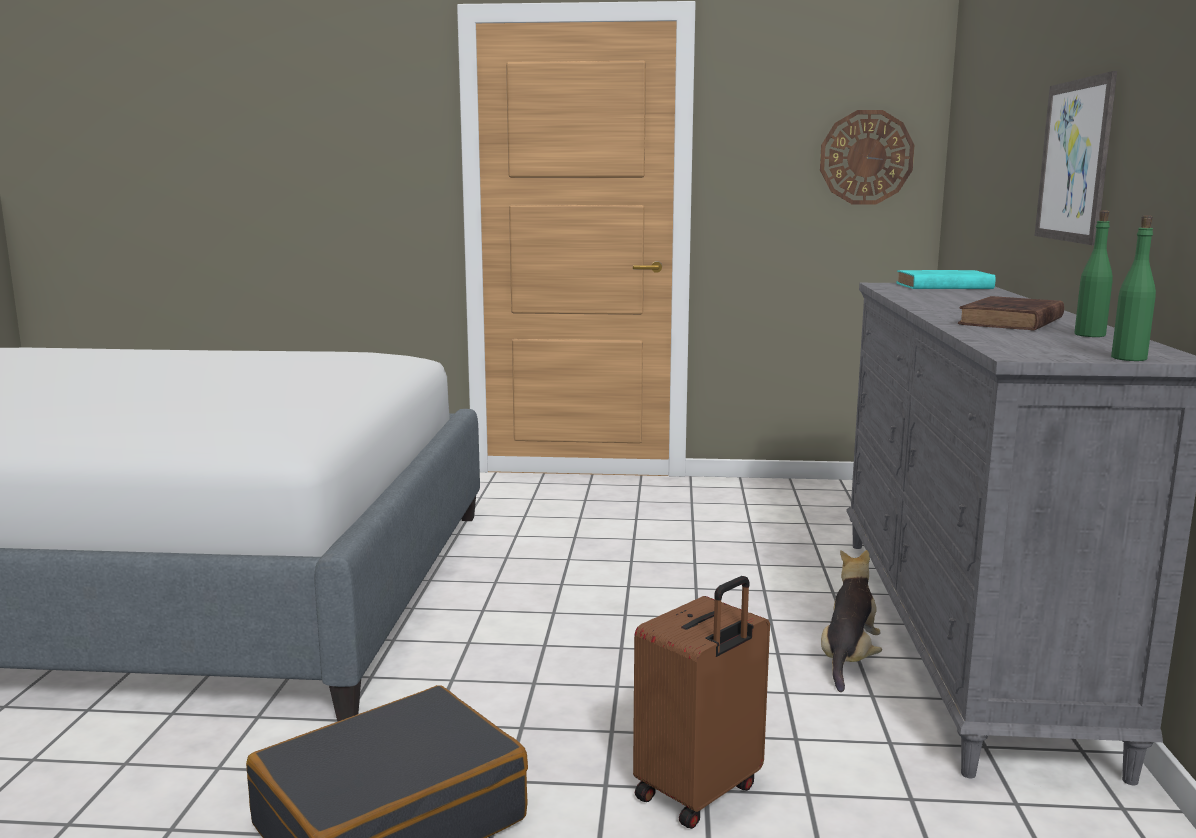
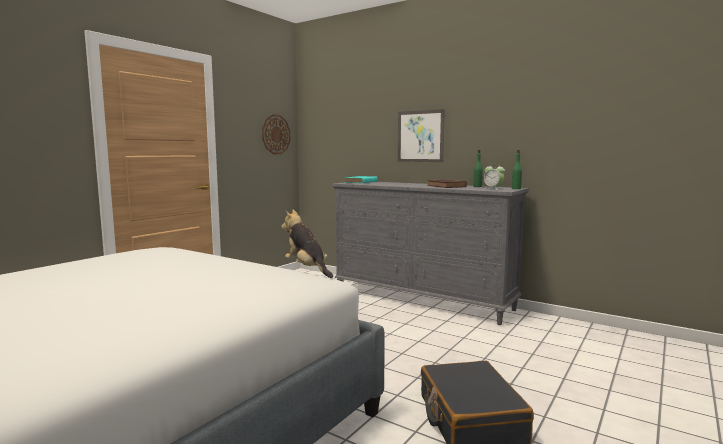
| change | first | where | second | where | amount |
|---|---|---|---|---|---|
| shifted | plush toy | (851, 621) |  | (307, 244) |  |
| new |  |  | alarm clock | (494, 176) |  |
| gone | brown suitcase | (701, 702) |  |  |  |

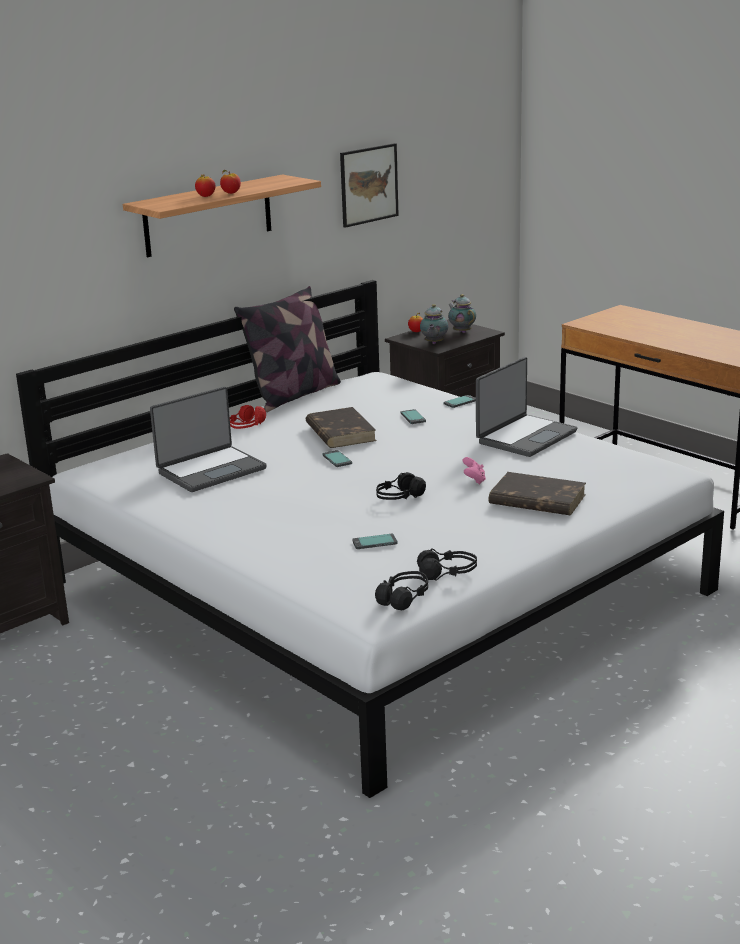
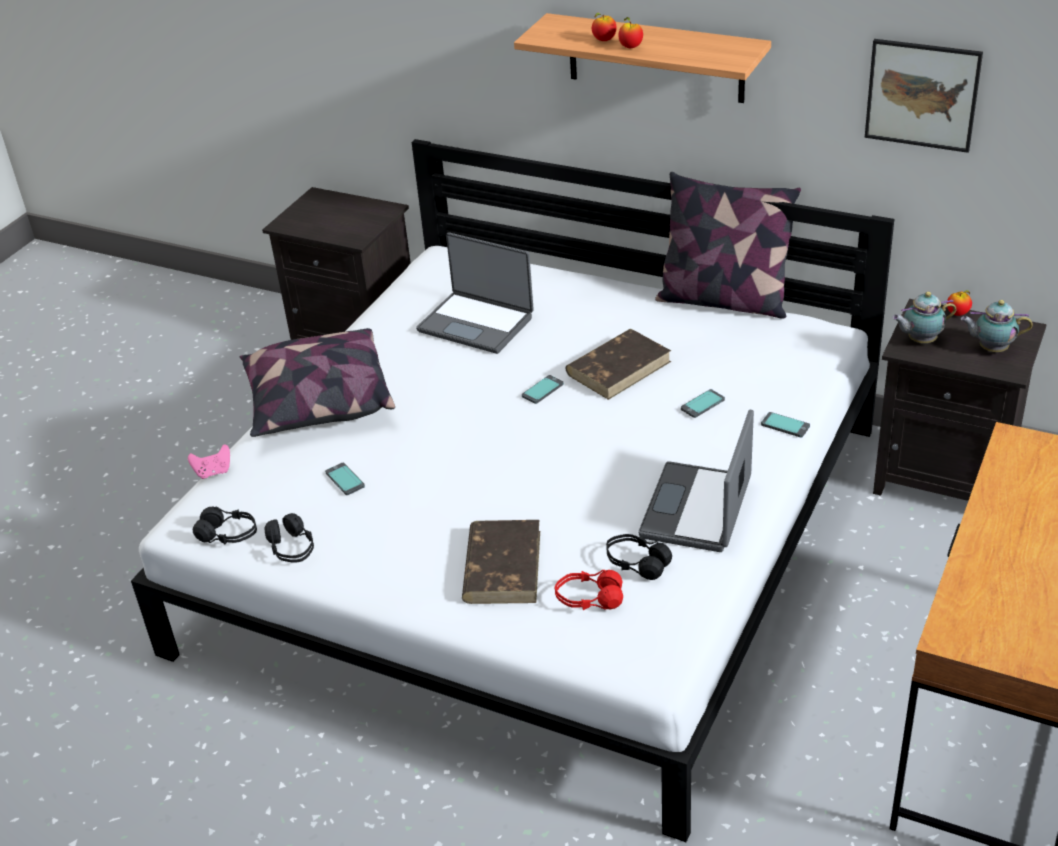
| change | first | where | second | where | amount |
|---|---|---|---|---|---|
| shifted | pink game controller | (474, 470) |  | (209, 461) |  |
| new |  |  | pillow | (317, 382) |  |
| shifted | red headphones | (248, 417) |  | (589, 590) |  |
| shifted | black headphones | (401, 486) |  | (639, 557) |  |
| rotated | laptop | (526, 407) |  | (696, 481) | 90 degrees clockwise |
| rotated | teapot | (462, 313) |  | (997, 326) | 120 degrees counterclockwise |

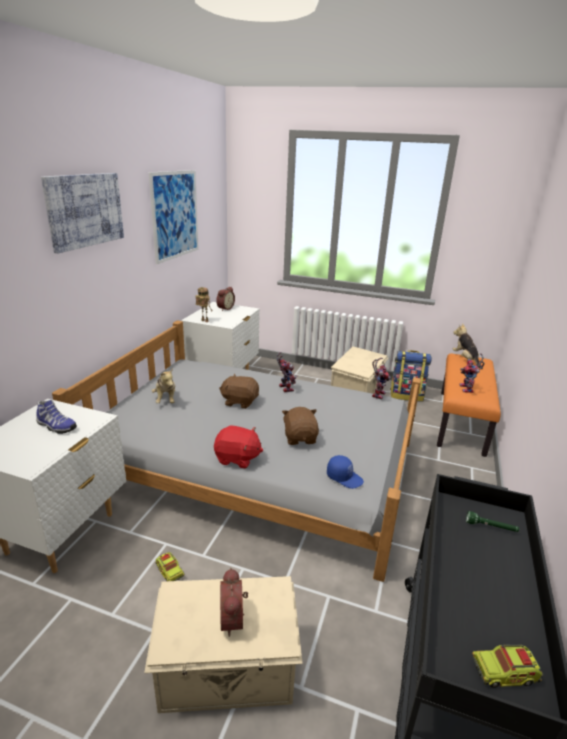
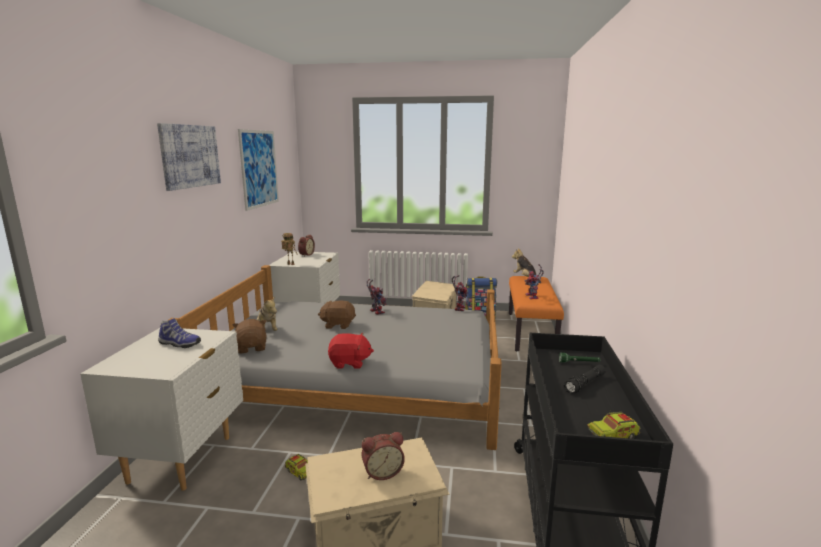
| change | first | where | second | where | amount |
|---|---|---|---|---|---|
| shifted | brown plush toy | (300, 426) |  | (249, 336) |  |
| rotated | alarm clock | (234, 602) |  | (383, 456) | 90 degrees counterclockwise |
| new |  |  | black flashlight | (585, 379) |  |
| gone | blue cap | (345, 472) |  |  |  |

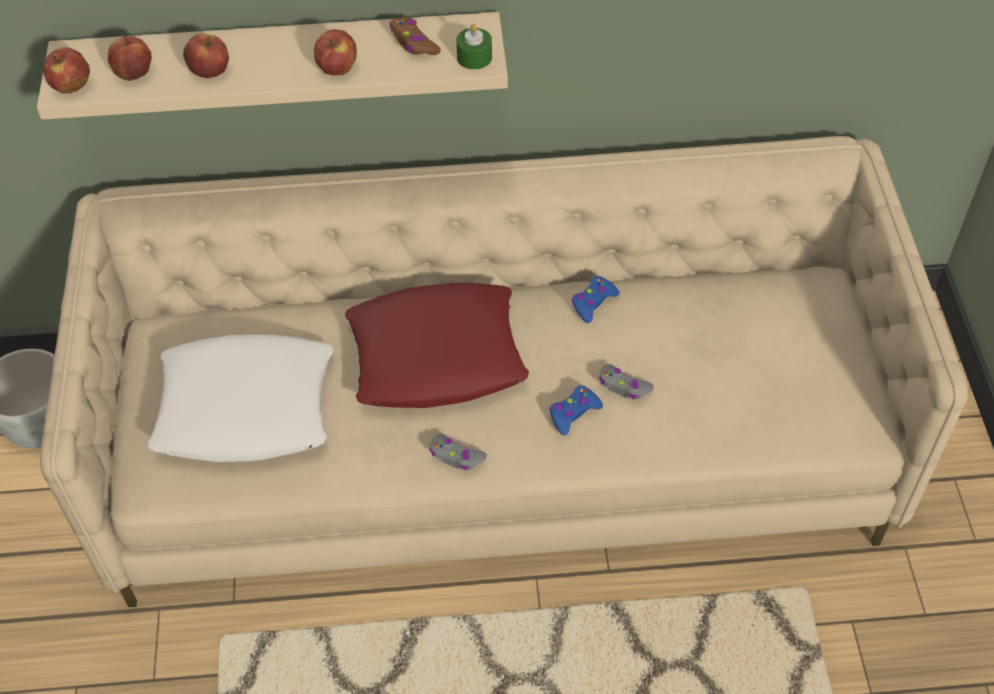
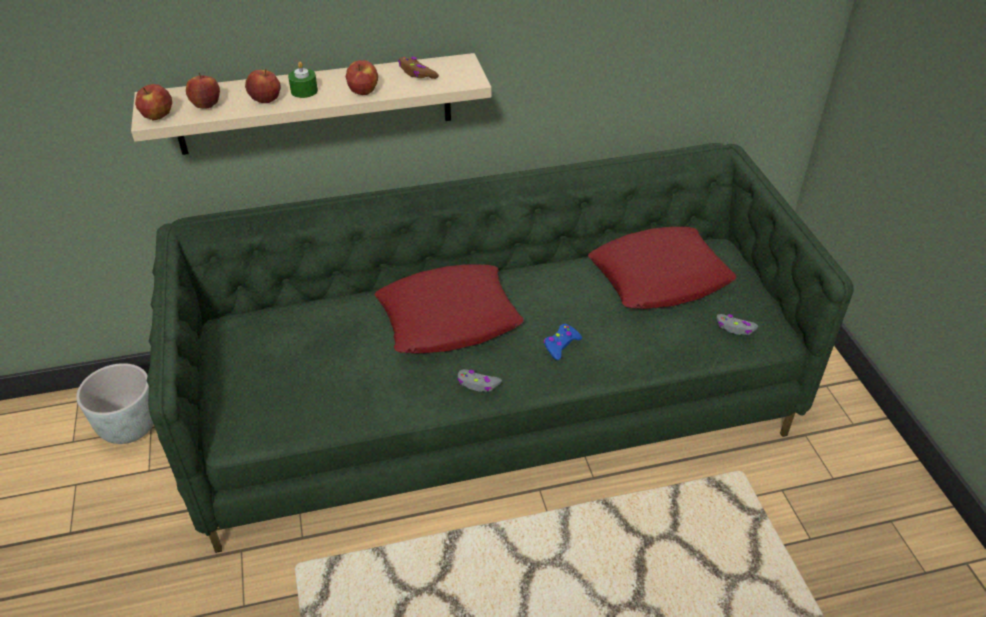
| change | first | where | second | where | amount |
|---|---|---|---|---|---|
| repainted | beige sofa | (504, 371) | green sofa | (500, 348) |  |
| shifted | green candle | (474, 47) |  | (303, 80) |  |
| new |  |  | red pillow | (662, 268) |  |
| shifted | grey game controller | (626, 382) |  | (737, 324) |  |
| gone | white pillow | (240, 398) |  |  |  |
| gone | blue game controller | (595, 299) |  |  |  |

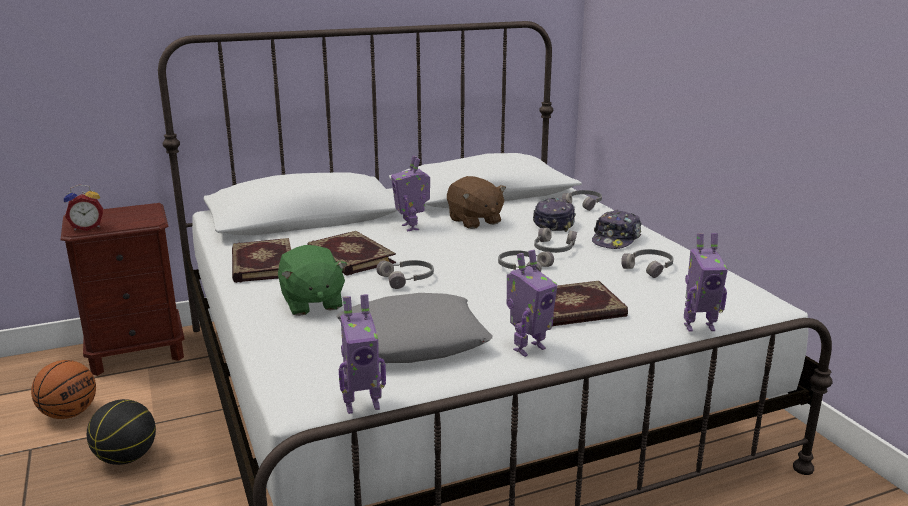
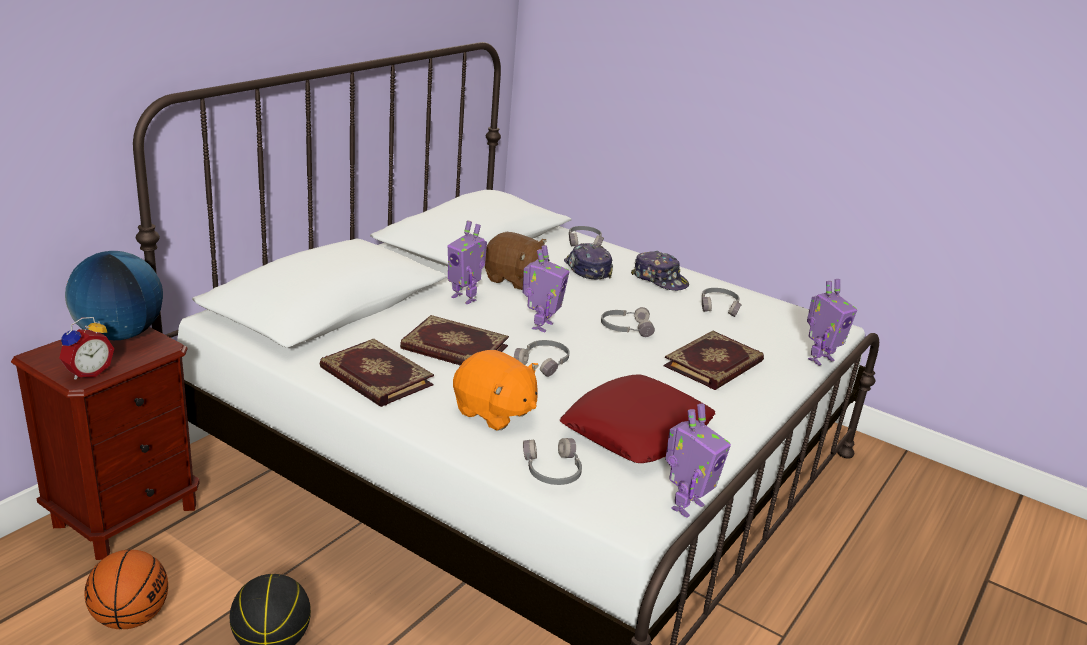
| change | first | where | second | where | amount |
|---|---|---|---|---|---|
| new |  |  | globe | (114, 295) |  |
| repainted | green plush toy | (312, 280) | orange plush toy | (496, 390) |  |
| shifted | toy robot | (532, 303) |  | (546, 288) |  |
| shifted | grey headphones | (555, 240) |  | (552, 461) |  |
| repainted | grey pillow | (414, 328) | red pillow | (637, 418) |  |
| rotated | cap | (617, 229) |  | (660, 271) | 45 degrees counterclockwise |

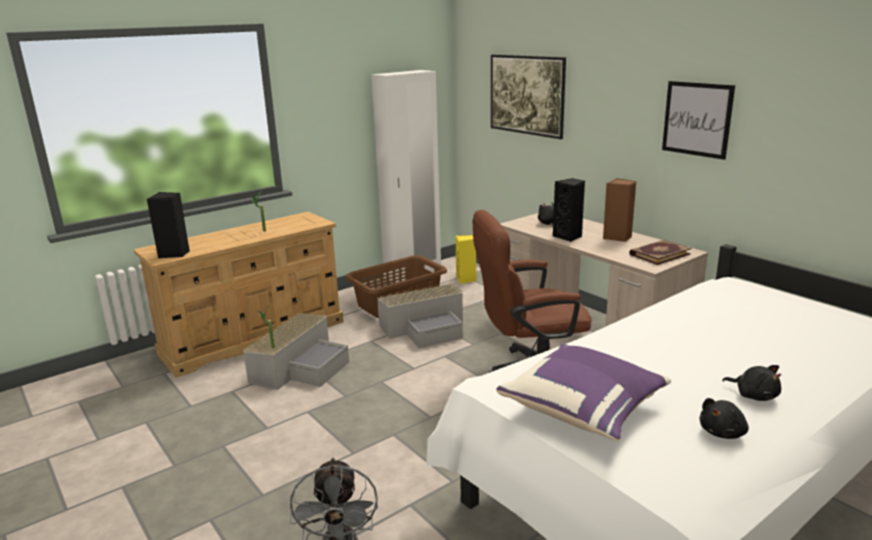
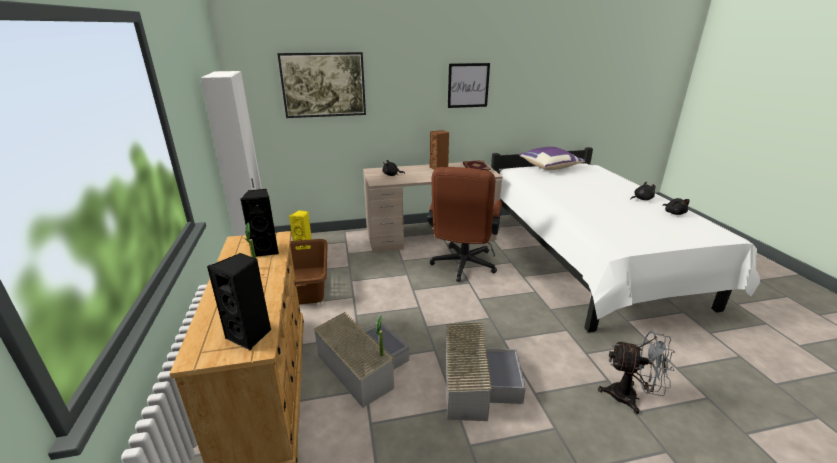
| change | first | where | second | where | amount |
|---|---|---|---|---|---|
| shifted | black speaker | (569, 210) |  | (259, 223) |  |
| shifted | grey storage box | (420, 315) |  | (486, 371) |  |
| shifted | purple pillow | (583, 392) |  | (552, 158) |  |

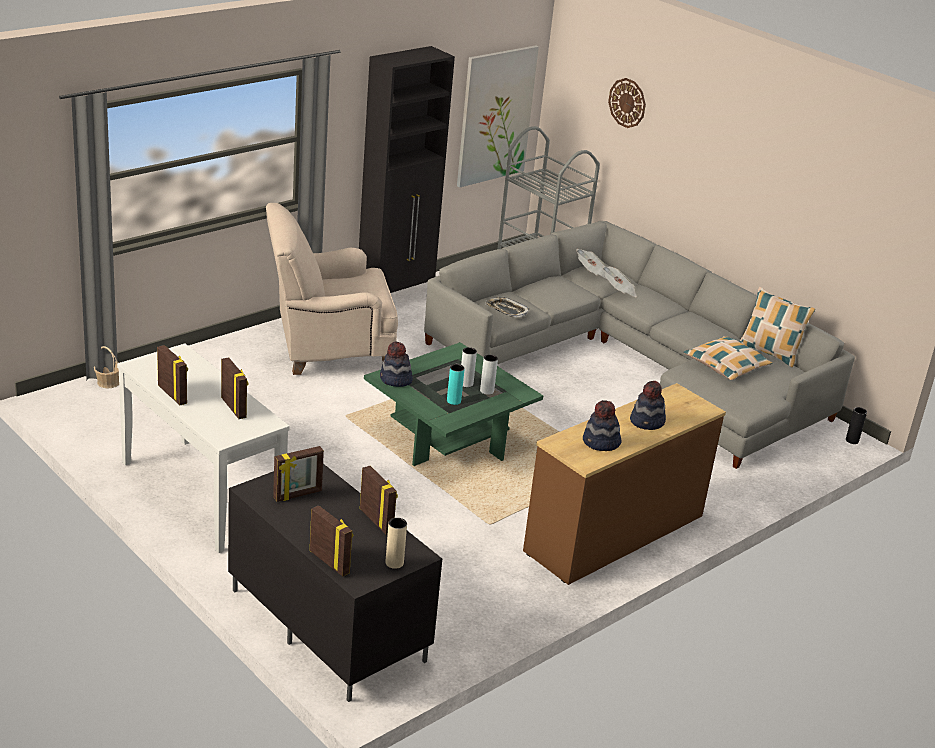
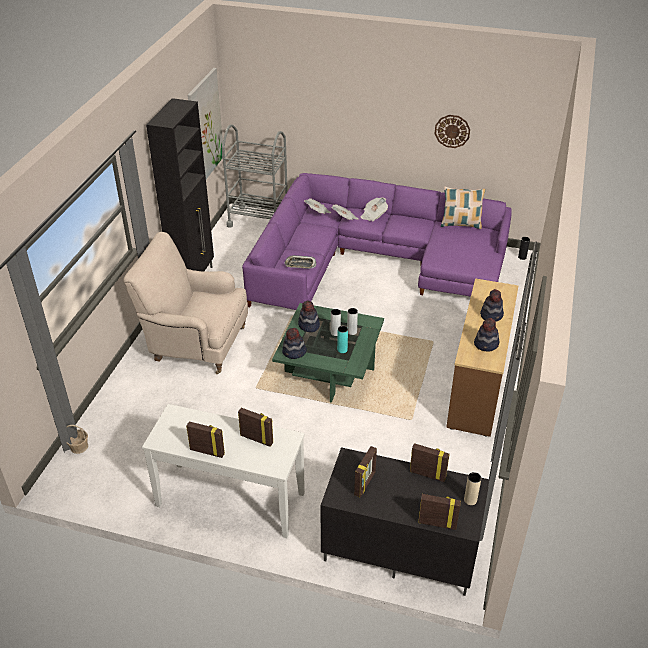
| change | first | where | second | where | amount |
|---|---|---|---|---|---|
| rotated | beige armchair | (332, 289) |  | (185, 303) | 60 degrees clockwise |
| repainted | grey sofa | (639, 345) | purple sofa | (377, 241) |  |
| new |  |  | hat | (309, 316) |  |
| new |  |  | newspaper | (374, 209) |  |
| shifted | wall clock | (627, 103) |  | (452, 131) |  |
| gone | pillow | (728, 358) |  |  |  |

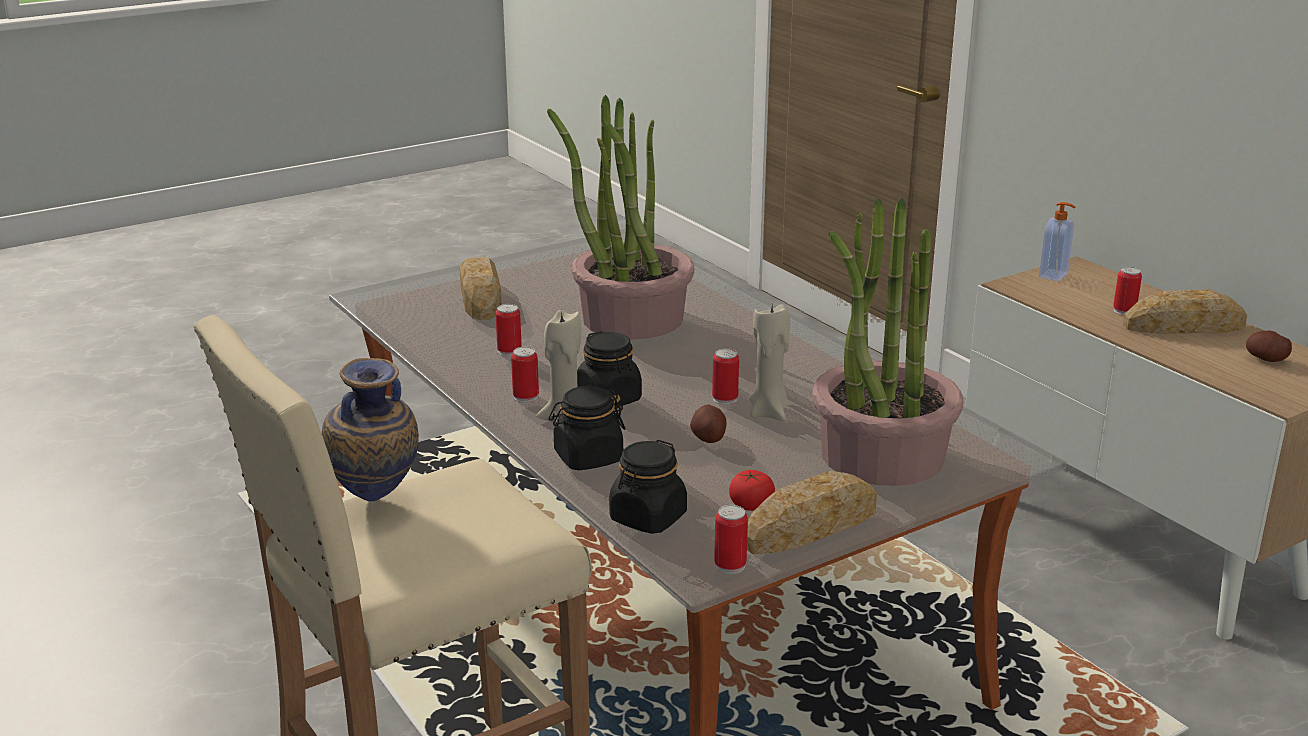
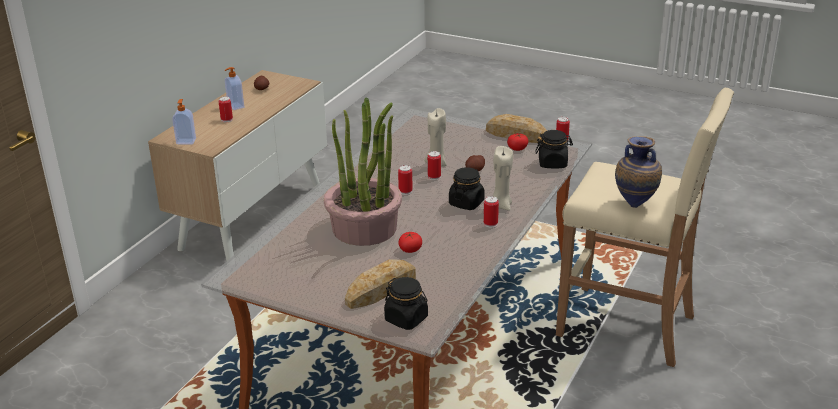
| change | first | where | second | where | amount |
|---|---|---|---|---|---|
| swapped | bread | (1185, 311) | soap dispenser | (234, 88) |  |
| shifted | black jar | (587, 428) |  | (406, 303) |  |
| shifted | can | (508, 330) |  | (405, 180) |  |
| new |  |  | tomato | (410, 242) |  |
| gone | potted plant | (888, 342) |  |  |  |

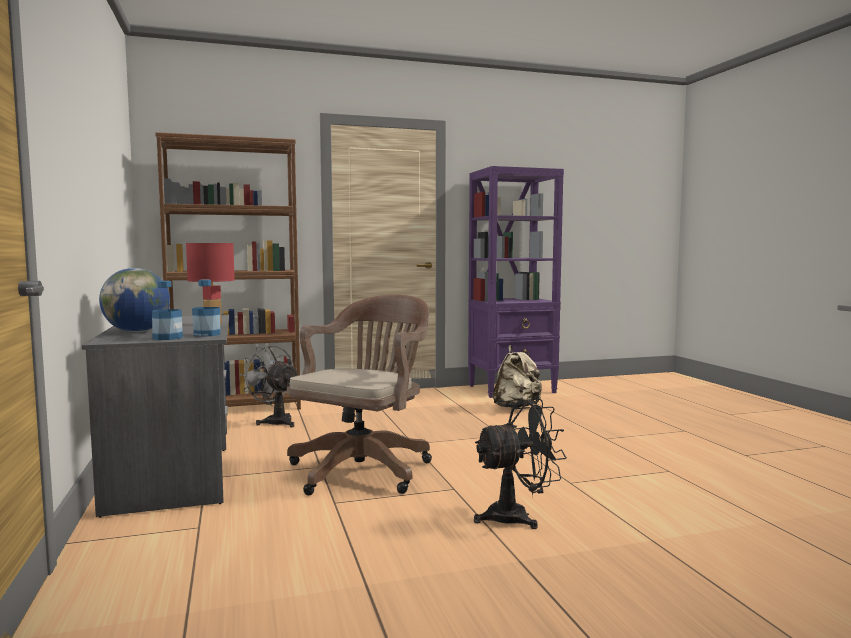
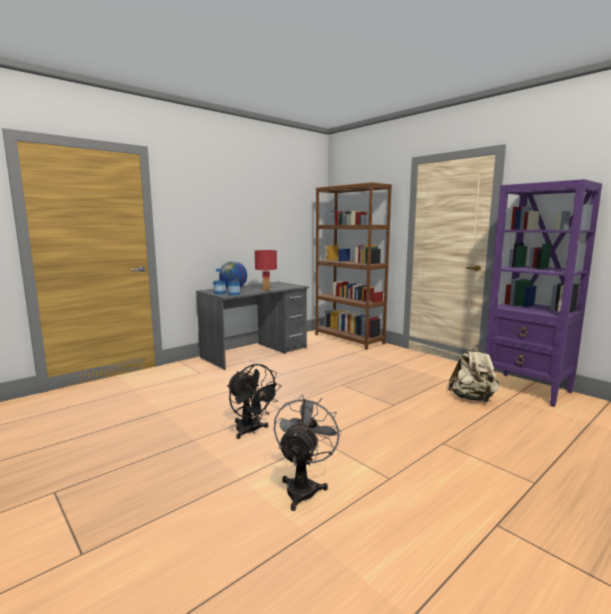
| change | first | where | second | where | amount |
|---|---|---|---|---|---|
| shifted | grey fan | (269, 386) |  | (308, 453) |  |
| gone | brown office chair | (359, 395) |  |  |  |

